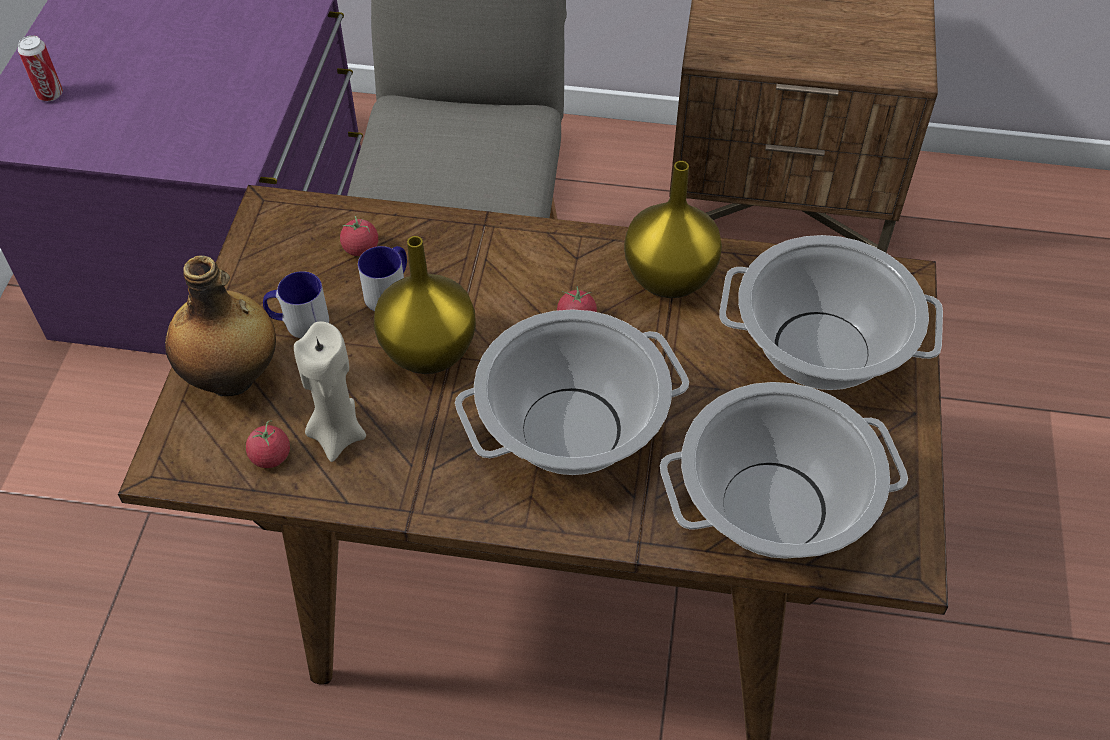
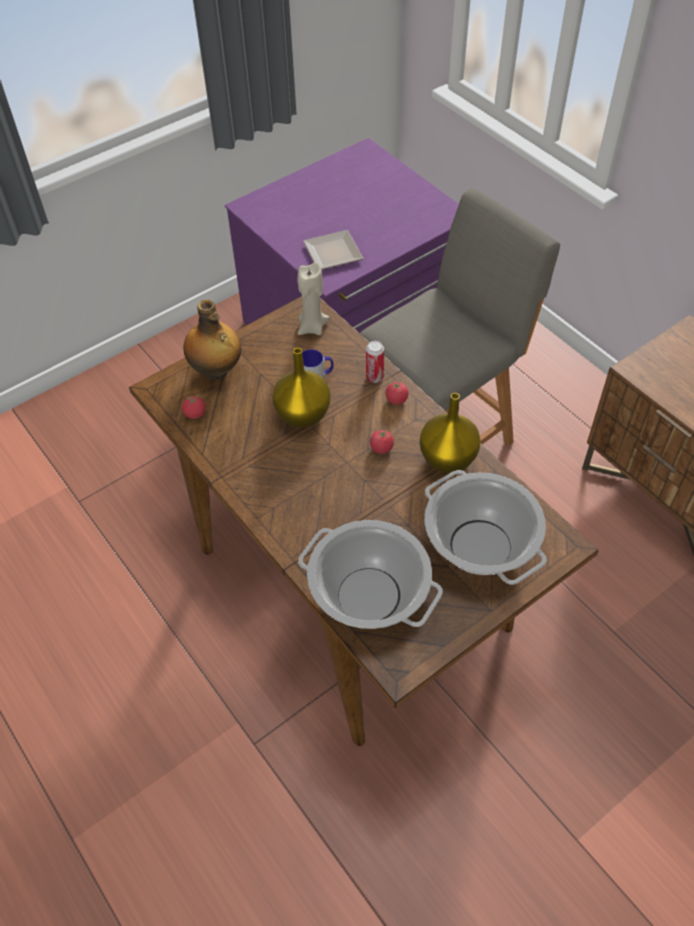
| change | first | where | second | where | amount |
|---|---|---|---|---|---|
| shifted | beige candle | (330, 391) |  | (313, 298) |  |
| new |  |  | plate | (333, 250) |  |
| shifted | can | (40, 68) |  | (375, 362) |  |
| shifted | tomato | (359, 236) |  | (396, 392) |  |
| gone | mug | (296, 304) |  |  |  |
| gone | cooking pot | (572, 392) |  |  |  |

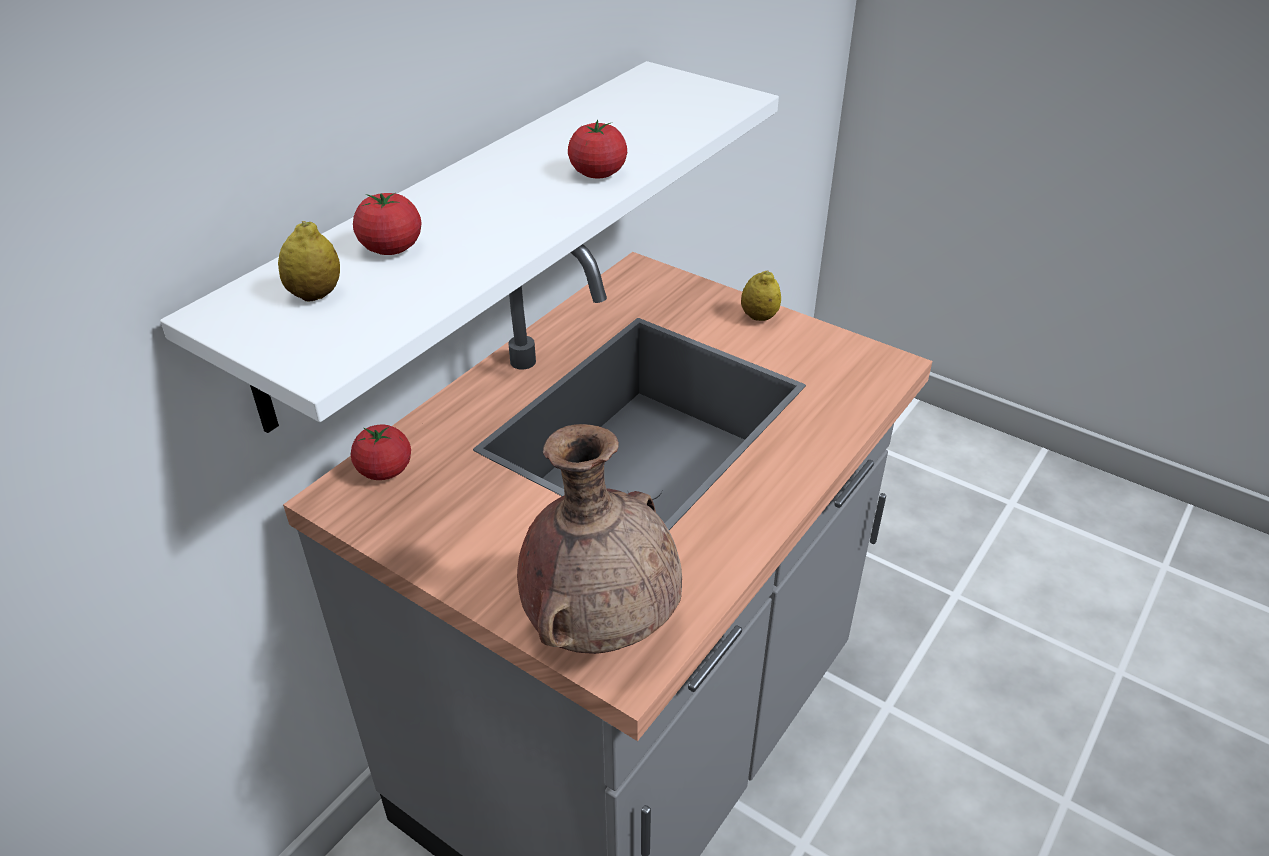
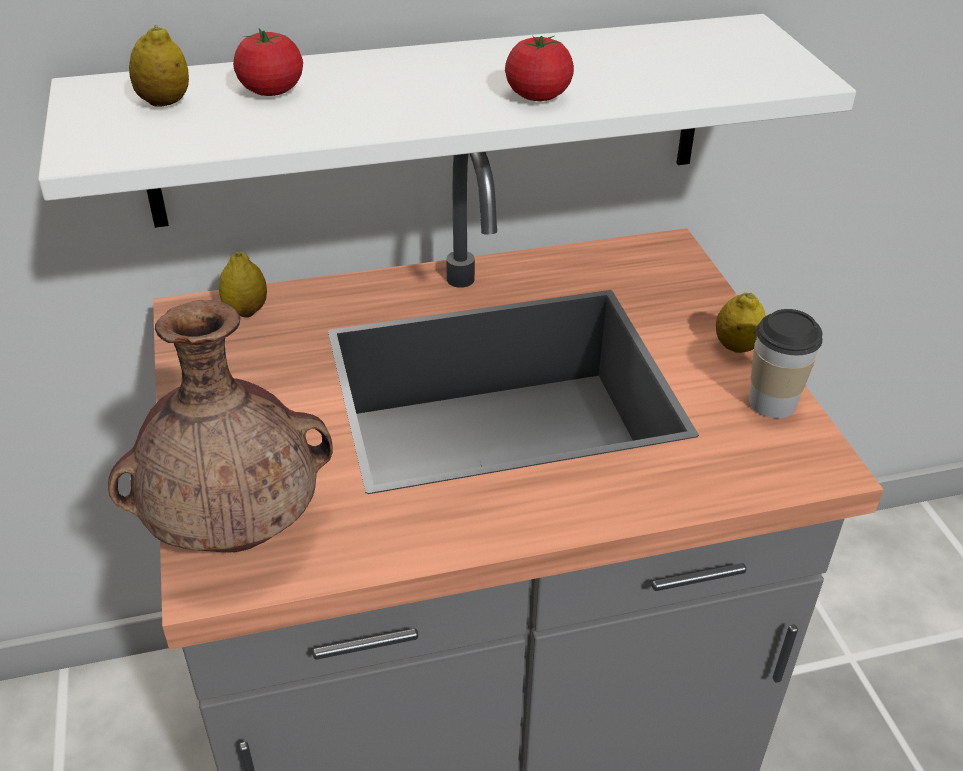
| change | first | where | second | where | amount |
|---|---|---|---|---|---|
| swapped | tomato | (381, 452) | lemon | (243, 285) |  |
| new |  |  | cup | (786, 363) |  |

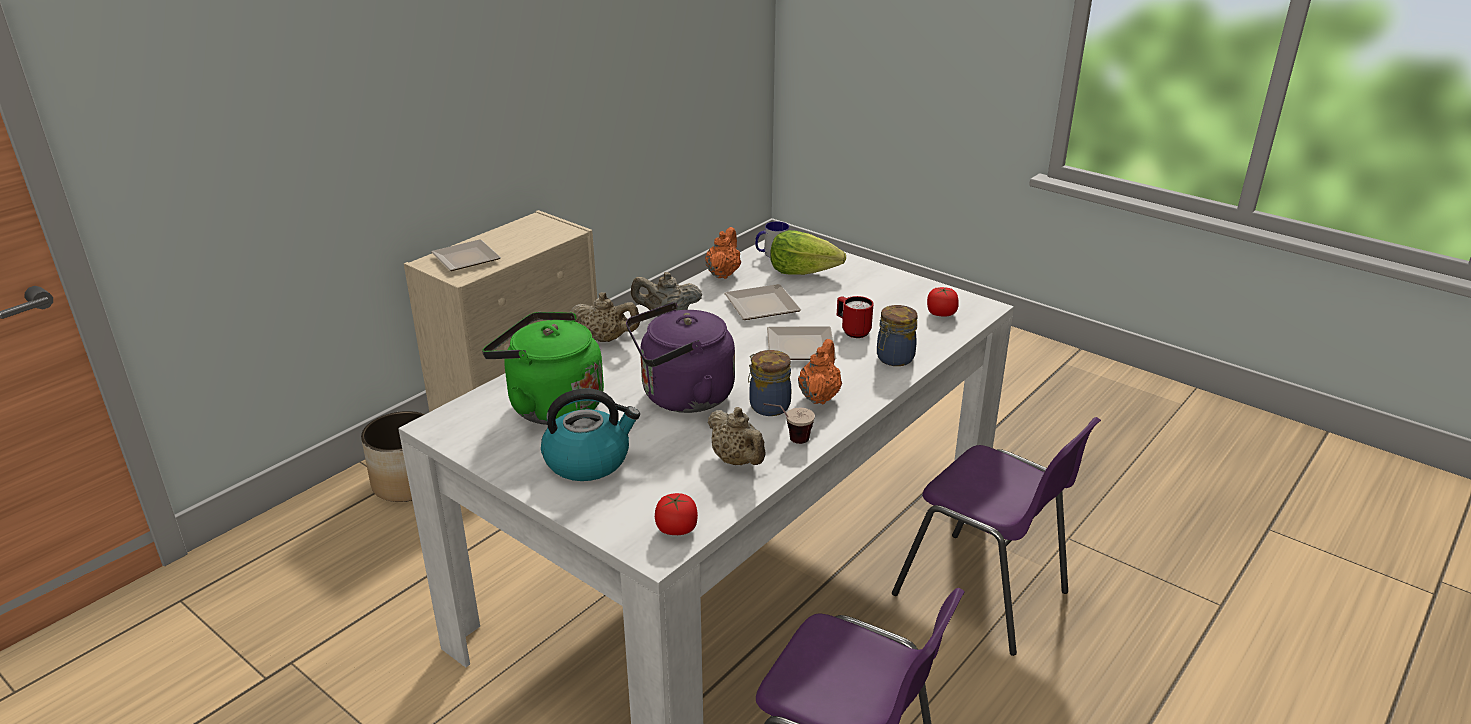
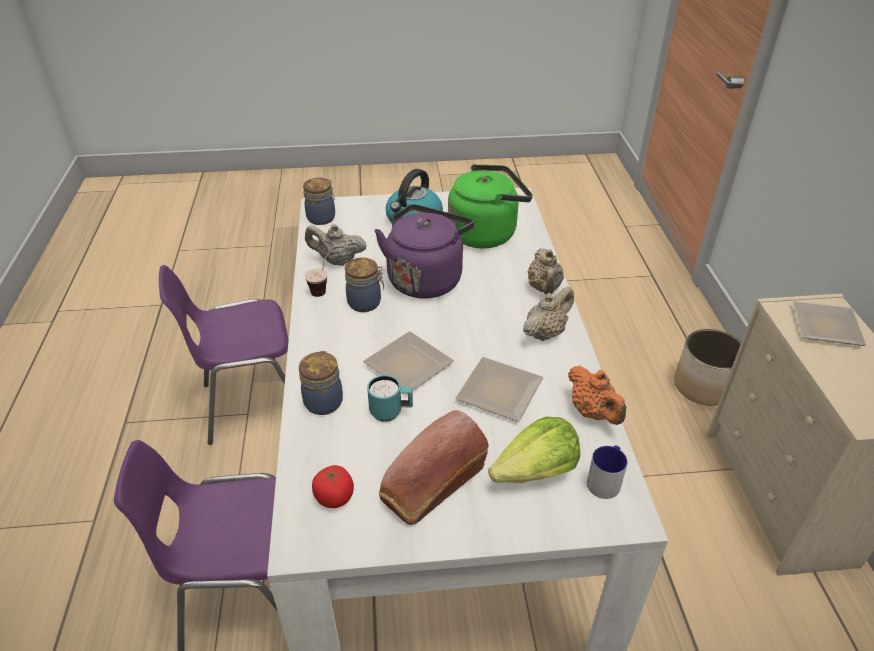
| change | first | where | second | where | amount |
|---|---|---|---|---|---|
| swapped | tomato | (676, 514) | jar | (319, 201) |  |
| repainted | red mug | (855, 317) | turquoise mug | (390, 398) |  |
| new |  |  | bread | (434, 467) |  |
| rotated | beige teapot | (605, 317) |  | (545, 271) | 60 degrees counterclockwise |
| gone | orange teapot | (820, 371) |  |  |  |

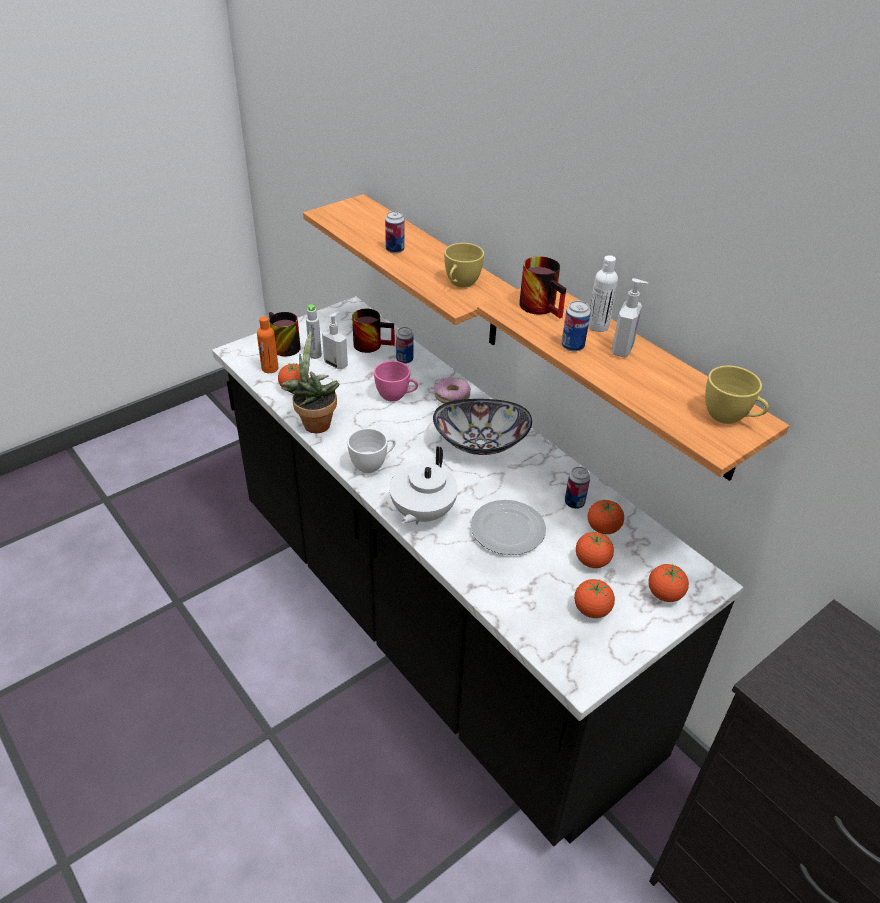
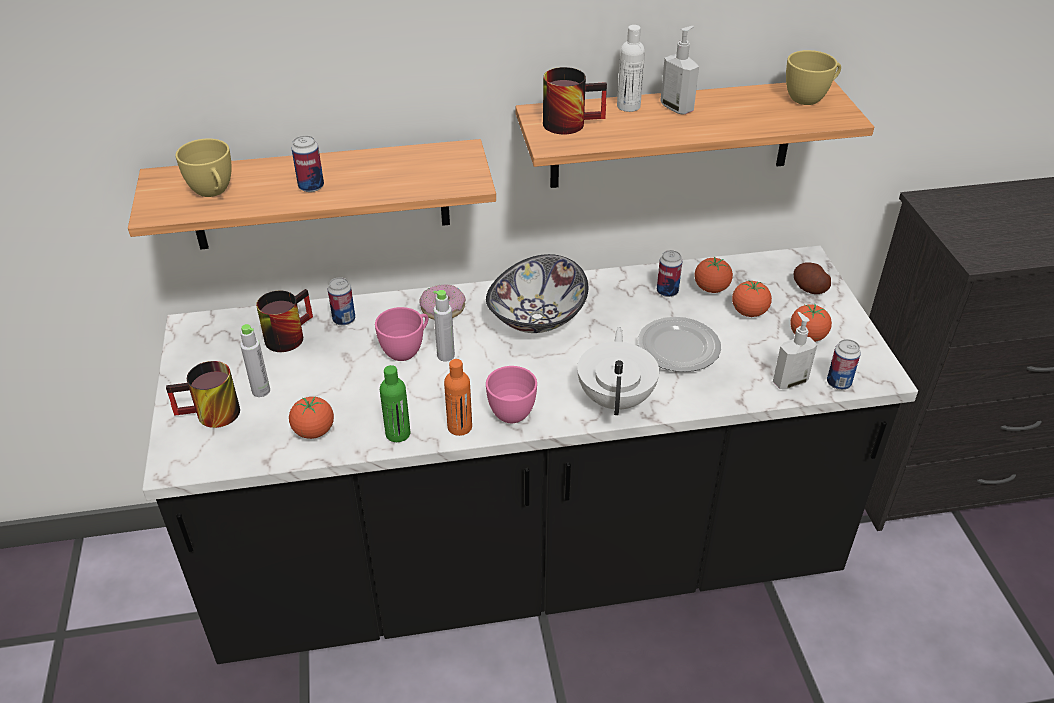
| change | first | where | second | where | amount |
|---|---|---|---|---|---|
| shifted | yellow cup | (464, 265) |  | (203, 168) |  |
| swapped | potted plant | (310, 382) | green bottle | (395, 403) |  |
| new |  |  | grey bottle | (444, 326) |  |
| shifted | orange bottle | (268, 345) |  | (458, 397) |  |
| repainted | white cup | (371, 450) | pink cup | (511, 394) |  |
| rotated | white teapot | (423, 485) |  | (618, 371) | 135 degrees counterclockwise |
| shifted | soap dispenser | (335, 340) |  | (795, 350) |  |
| swapped | tomato | (668, 583) | potato | (812, 278) |  |
| shifted | can | (576, 326) |  | (844, 364) |  |

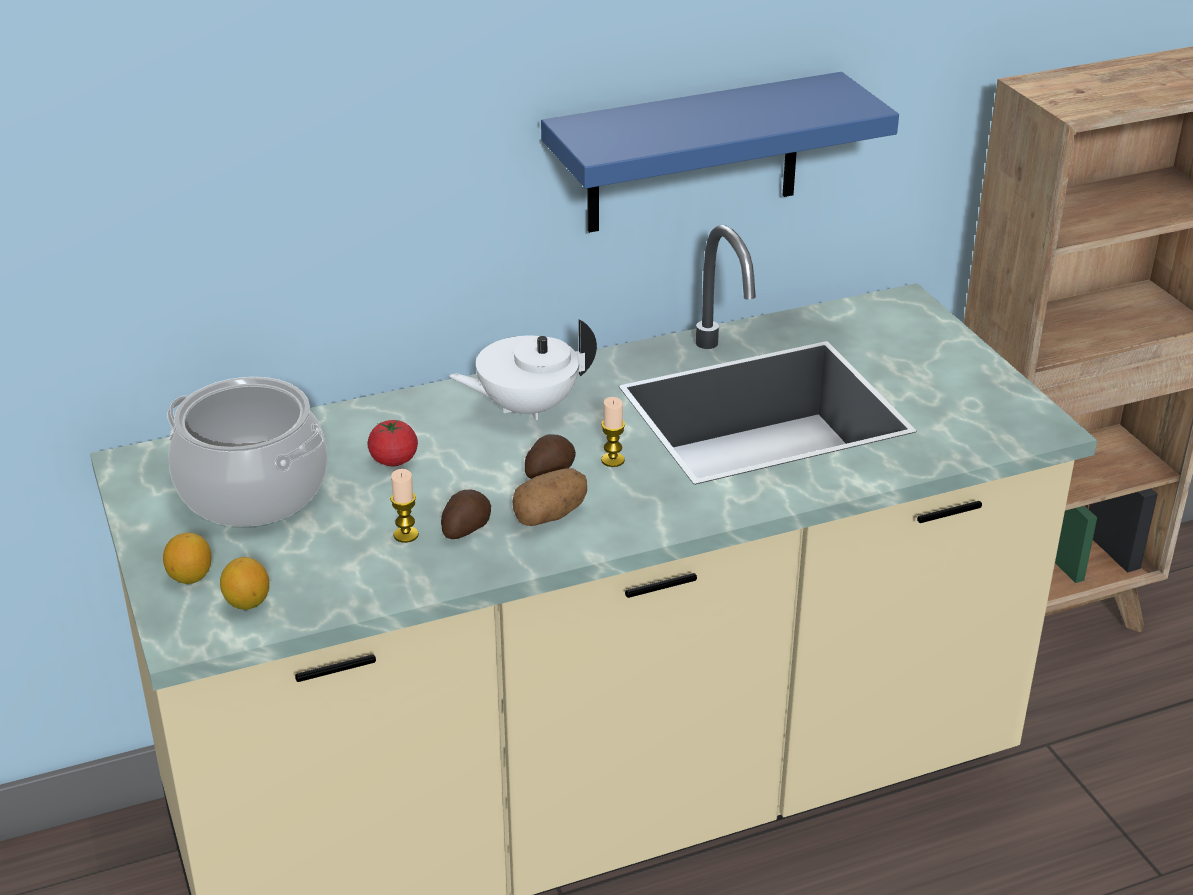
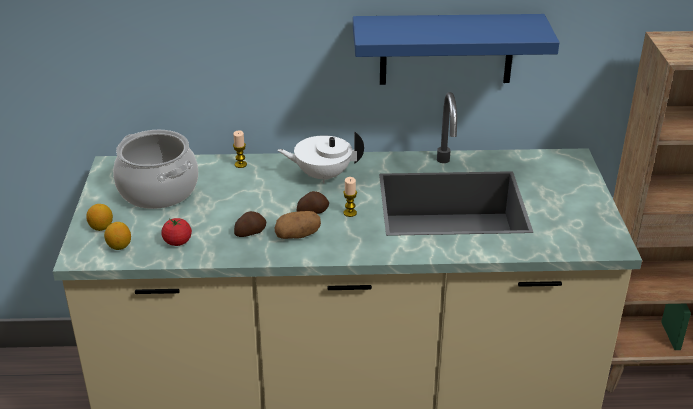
| change | first | where | second | where | amount |
|---|---|---|---|---|---|
| shifted | tomato | (393, 443) |  | (176, 232) |  |
| shifted | candle | (404, 506) |  | (240, 149) |  |

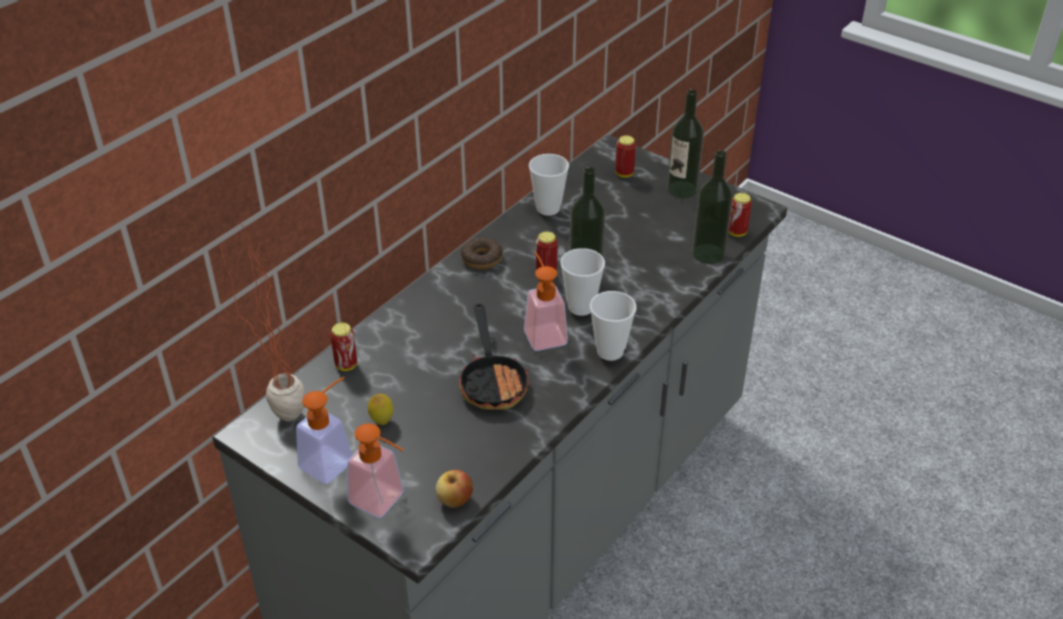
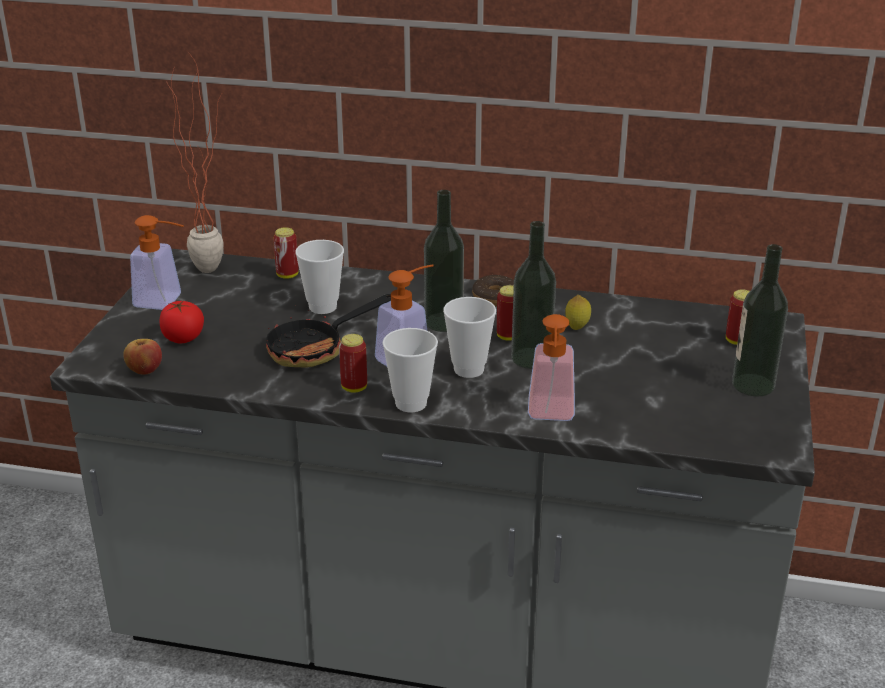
| change | first | where | second | where | amount |
|---|---|---|---|---|---|
| new |  |  | tomato | (182, 321) |  |
| shifted | cup | (549, 185) |  | (319, 277) |  |
| shifted | can | (740, 215) |  | (353, 363) |  |
| shifted | bottle | (712, 207) |  | (444, 261) |  |
| shifted | soap dispenser | (375, 470) |  | (551, 367) |  |
| shifted | lemon | (380, 409) |  | (578, 312) |  |

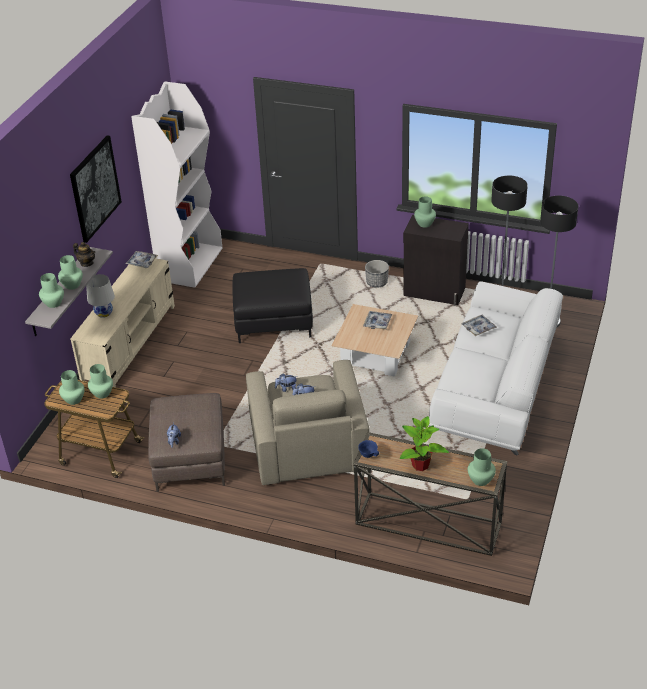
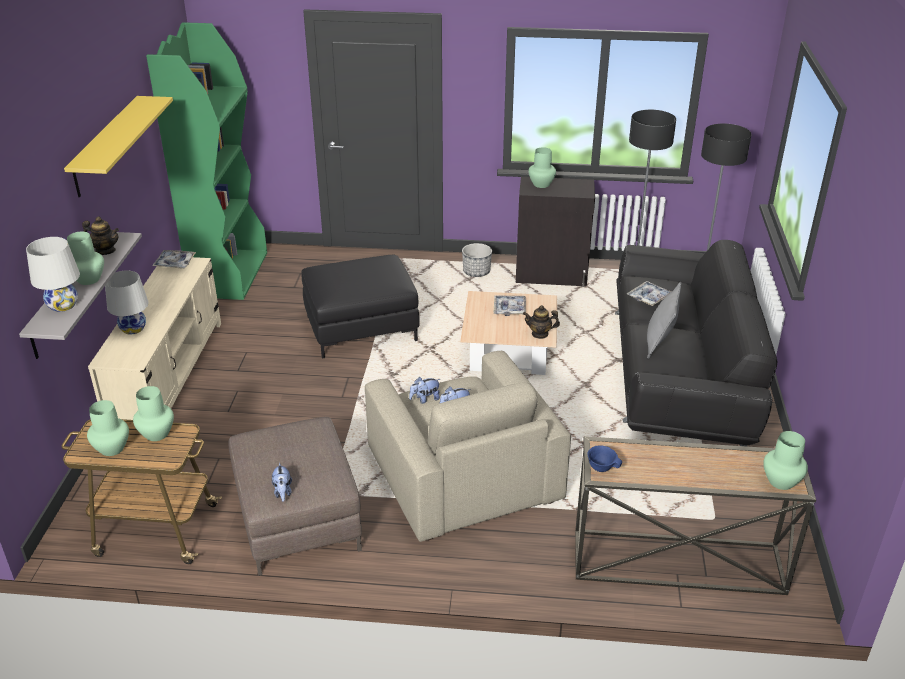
| change | first | where | second | where | amount |
|---|---|---|---|---|---|
| swapped | green vase | (51, 290) | white table lamp | (53, 274) |  |
| swapped | picture | (96, 189) | yellow shelf | (118, 146) |  |
| repainted | white bookcase | (177, 184) | green bookcase | (206, 161) |  |
| new |  |  | teapot | (541, 322) |  |
| repainted | white sofa | (496, 368) | black sofa | (696, 343) |  |
| new |  |  | grey pillow | (664, 320) |  |
| gone | potted plant | (424, 443) |  |  |  |

